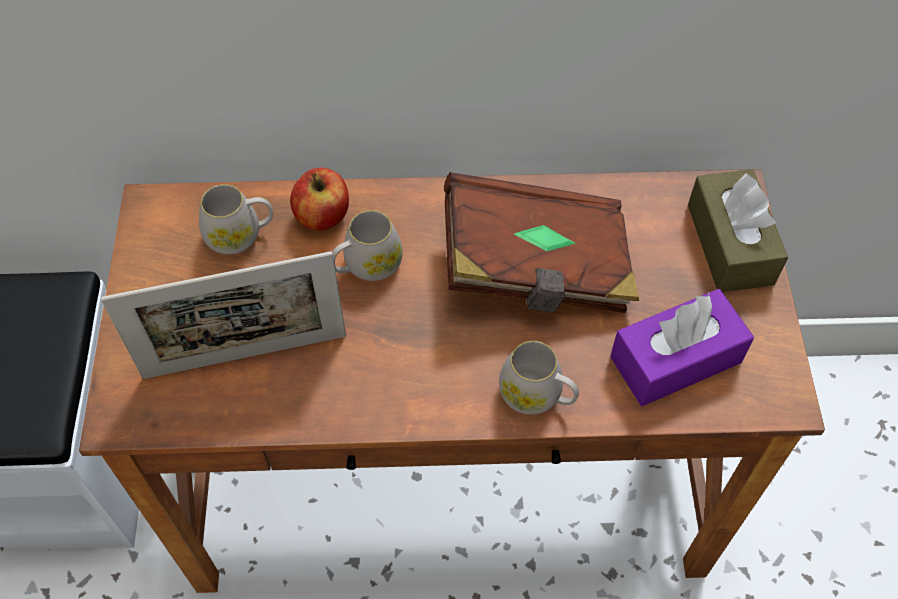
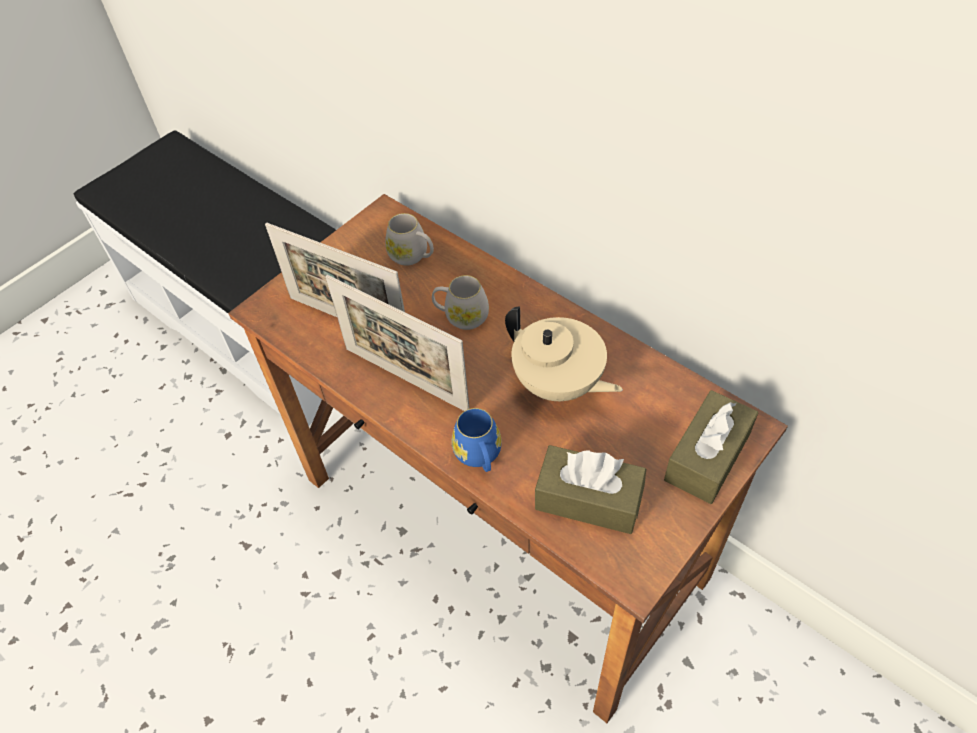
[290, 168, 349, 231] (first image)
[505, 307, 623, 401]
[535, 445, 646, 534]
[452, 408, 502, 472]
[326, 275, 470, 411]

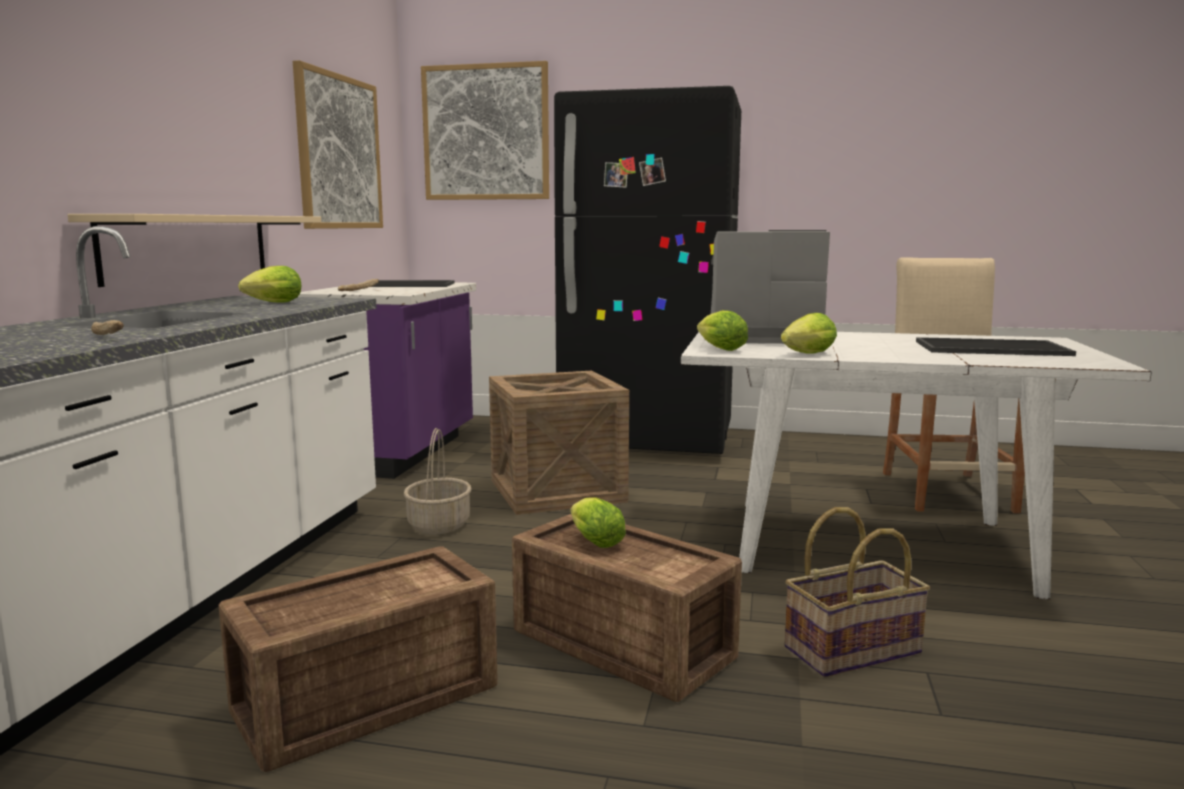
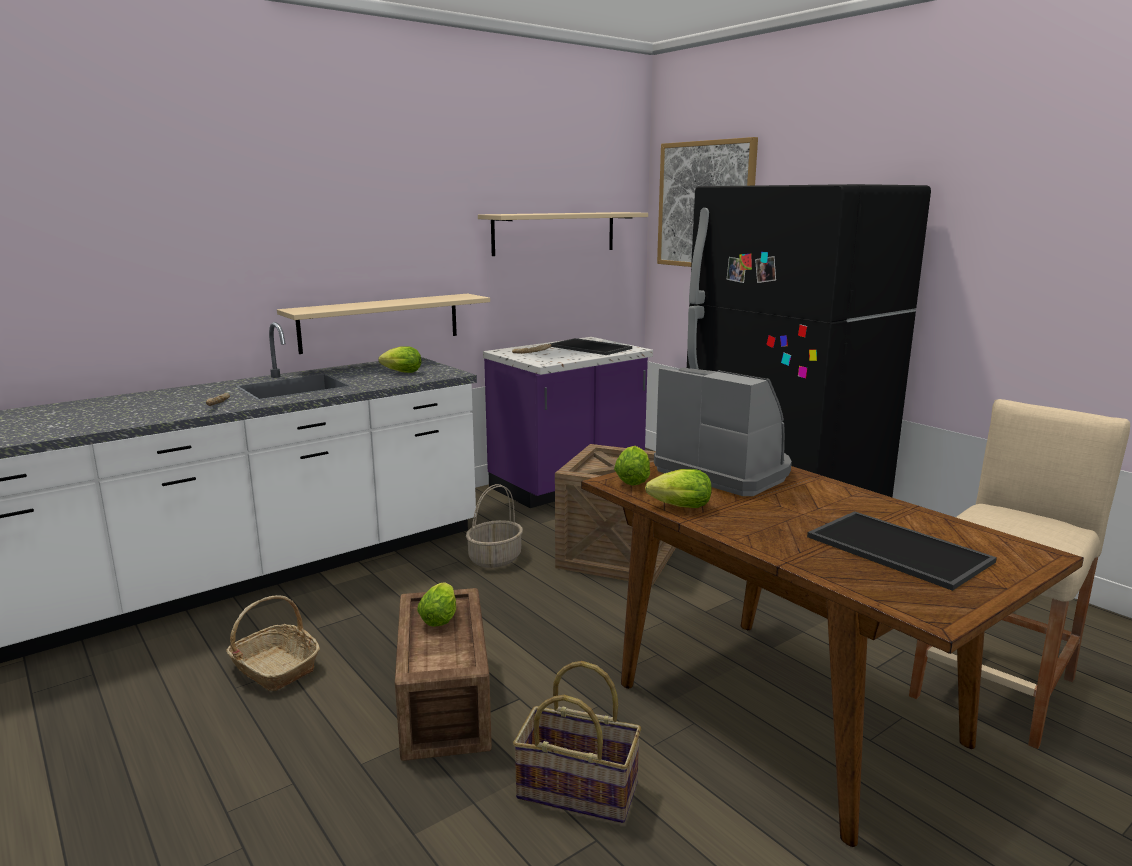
[478, 212, 648, 256]
[581, 462, 1084, 847]
[226, 595, 320, 691]

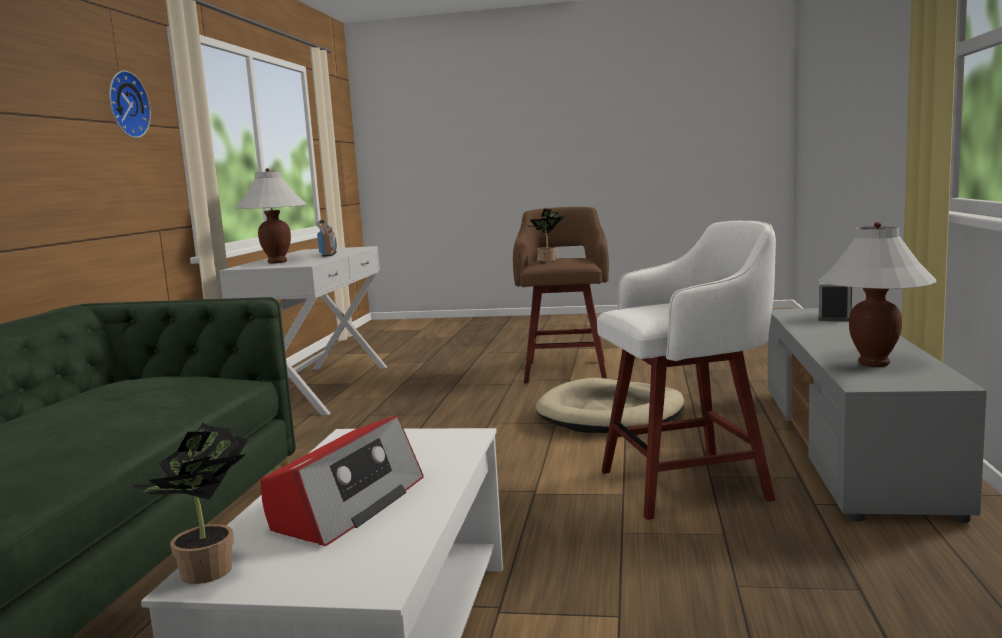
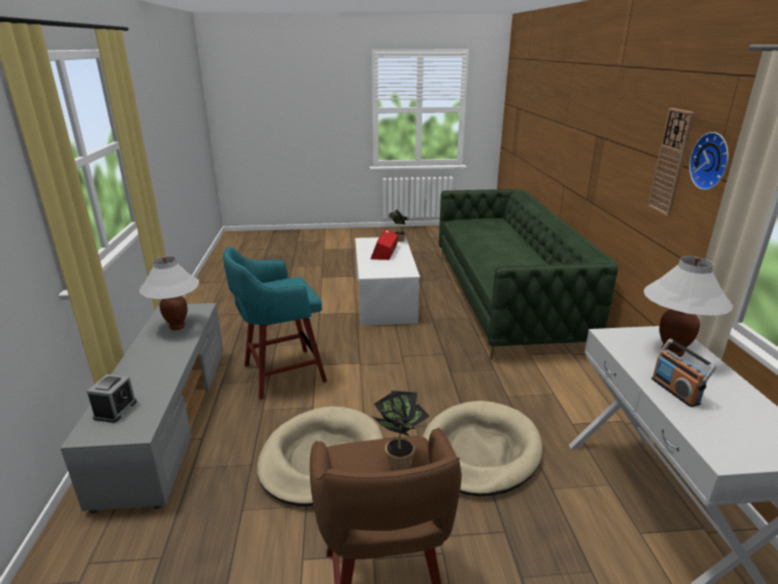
[223, 247, 327, 400]
[648, 108, 695, 216]
[423, 401, 543, 496]

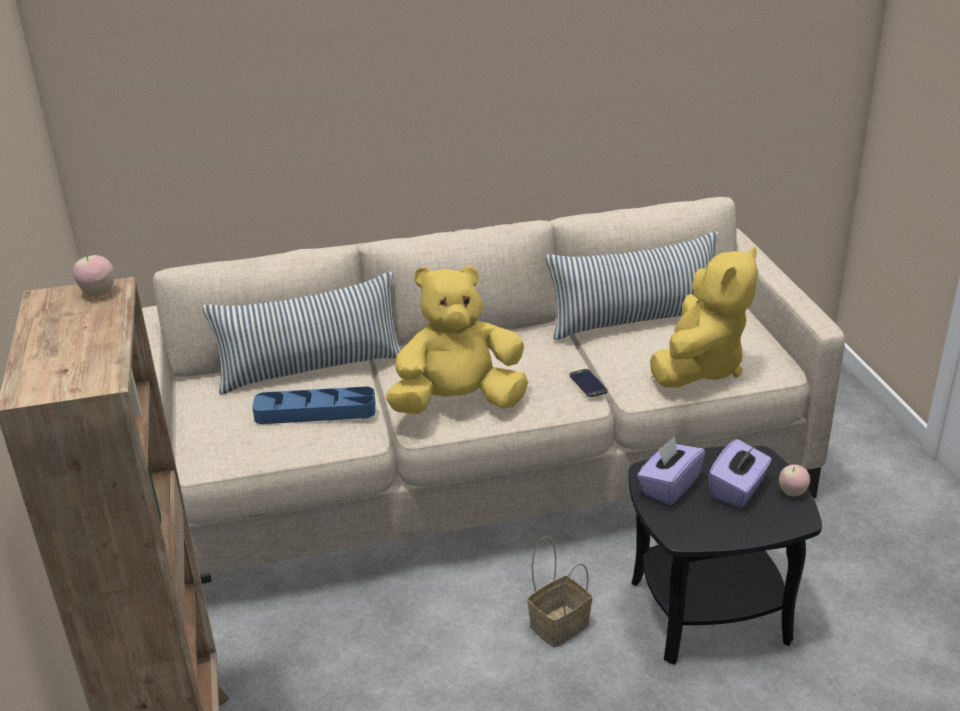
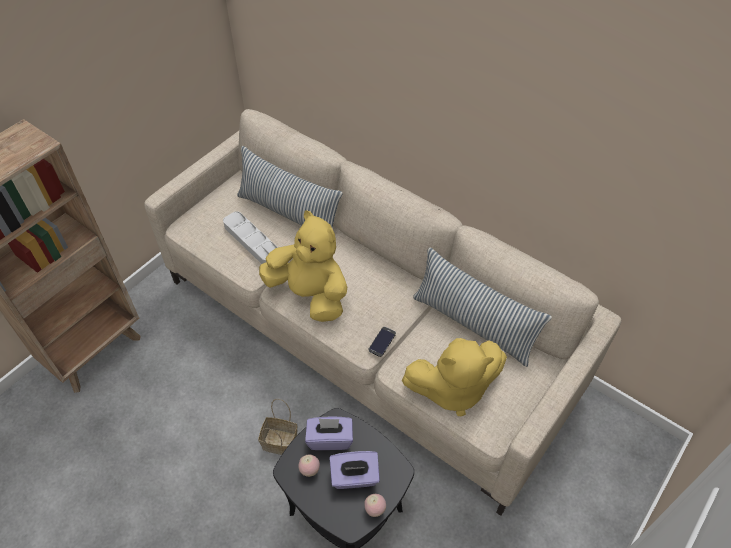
[298, 455, 320, 477]
[223, 211, 278, 264]

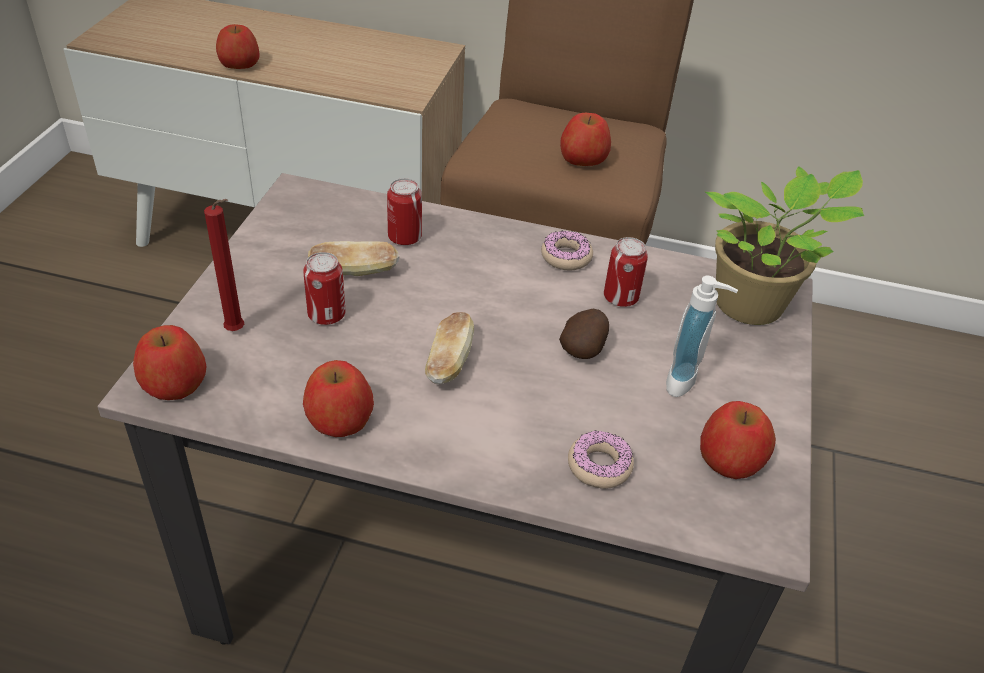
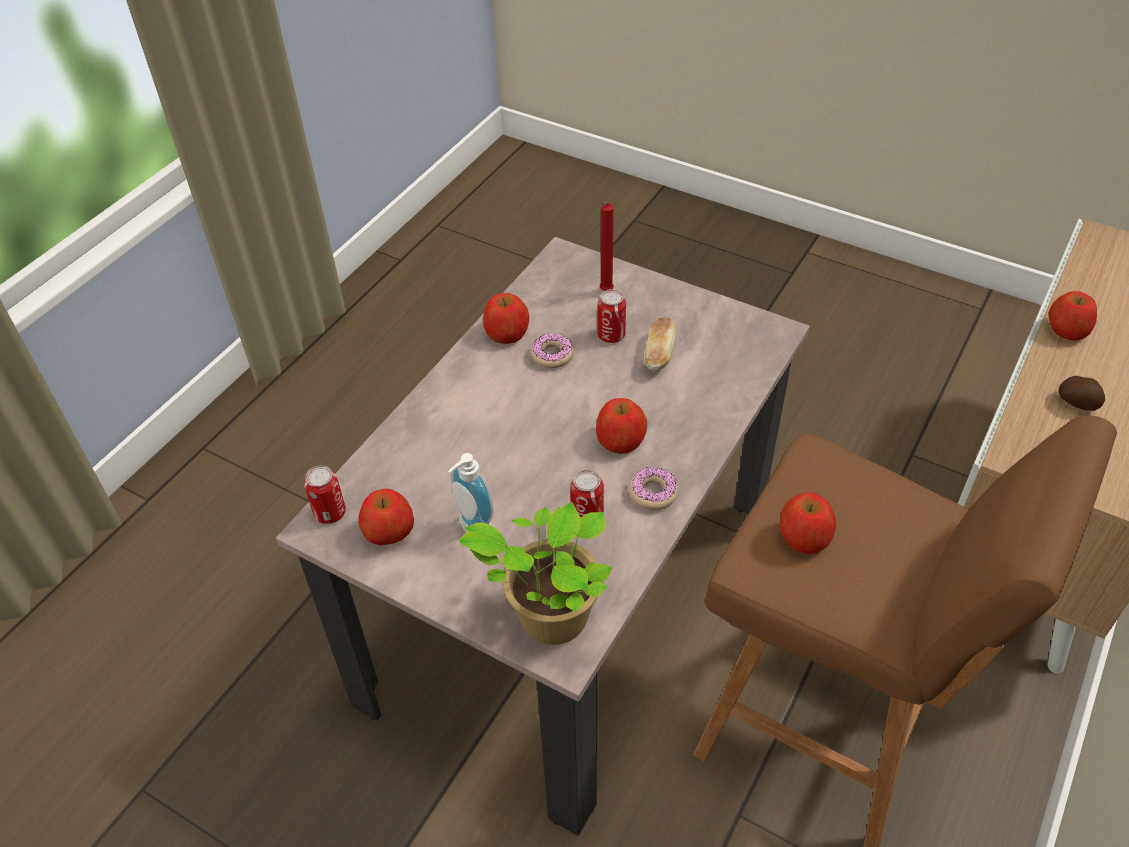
[304, 465, 346, 524]
[1059, 376, 1105, 411]
[425, 312, 474, 384] (first image)
[596, 398, 647, 454]
[530, 333, 574, 368]

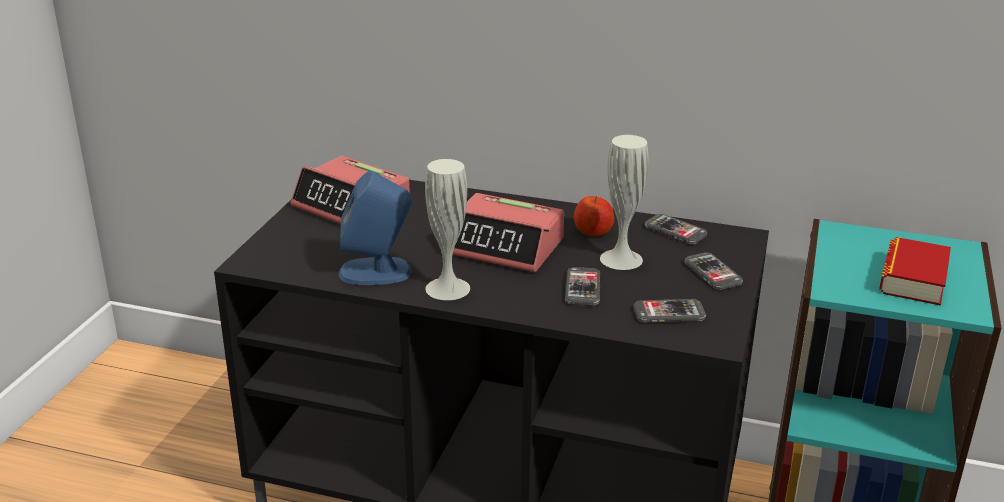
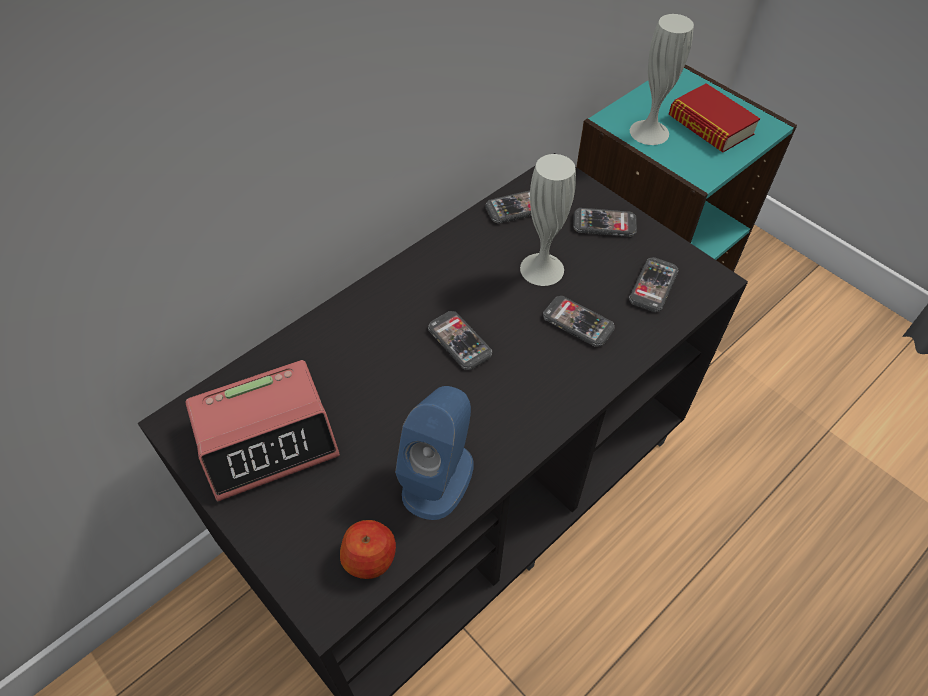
[630, 14, 694, 145]
[428, 311, 492, 370]
[340, 520, 396, 579]

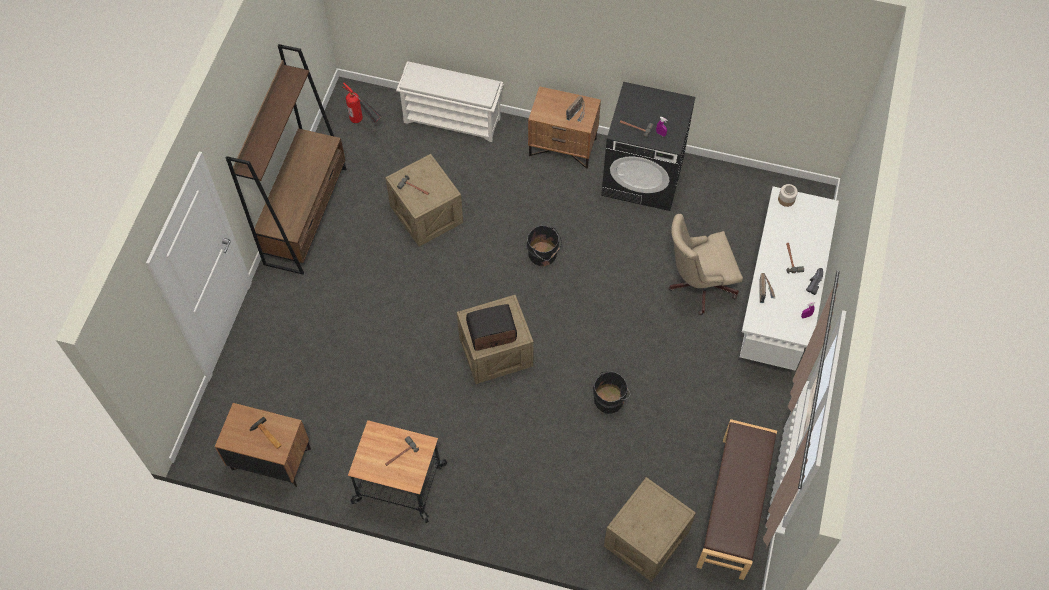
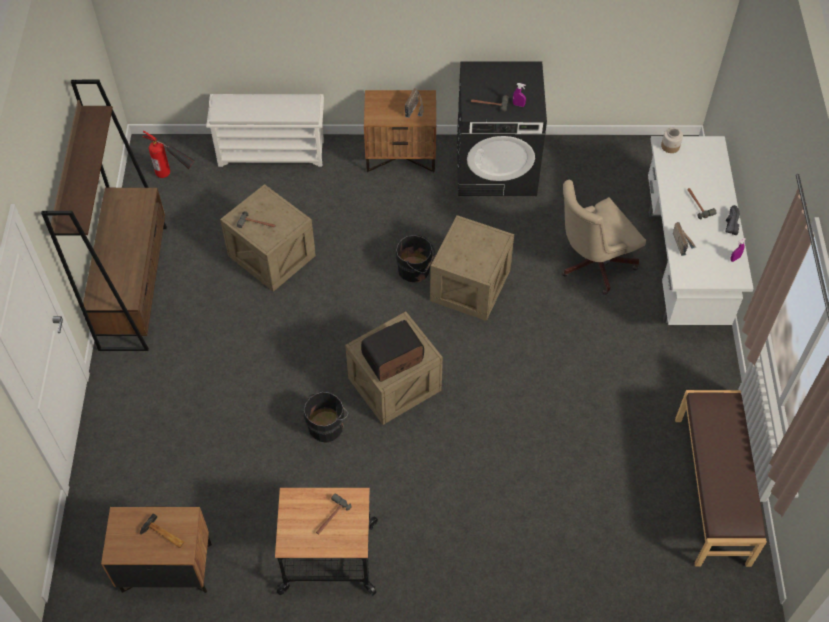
[304, 392, 348, 443]
[430, 215, 514, 321]

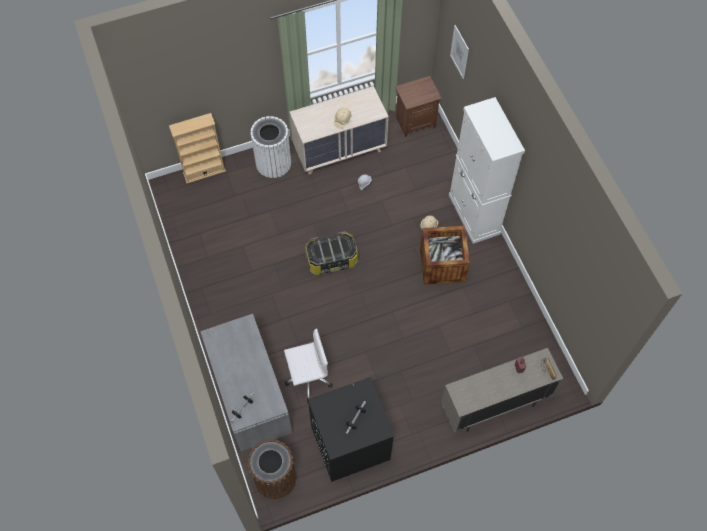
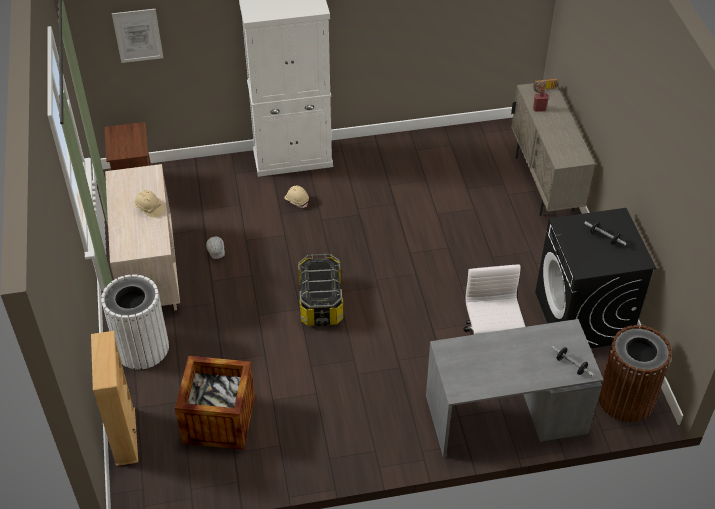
[175, 356, 255, 450]

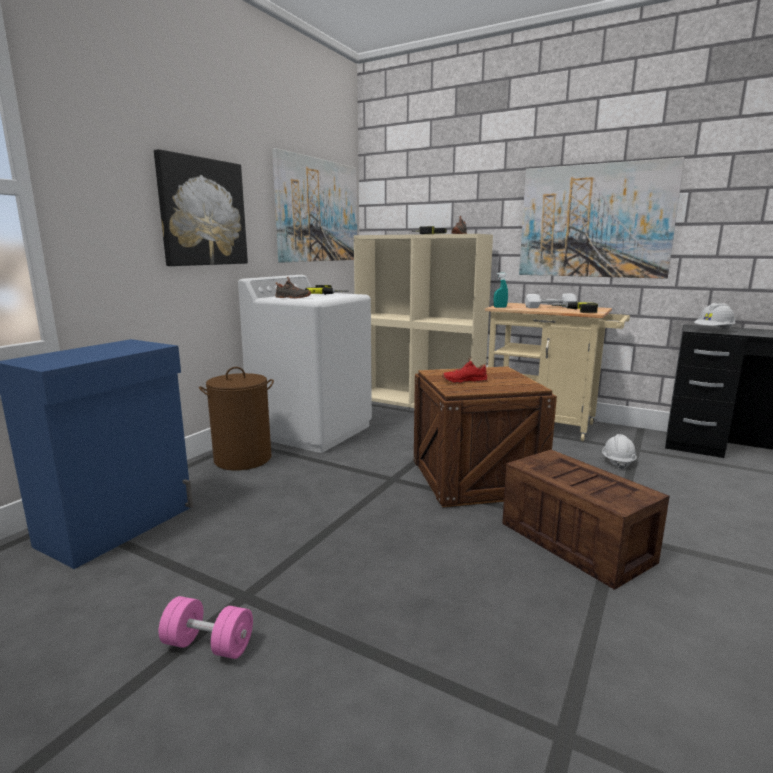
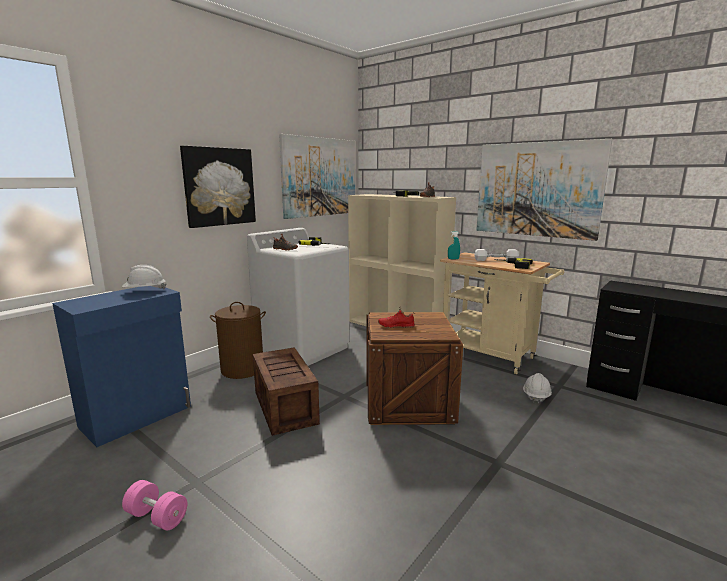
[122, 265, 166, 289]
[253, 347, 320, 436]

